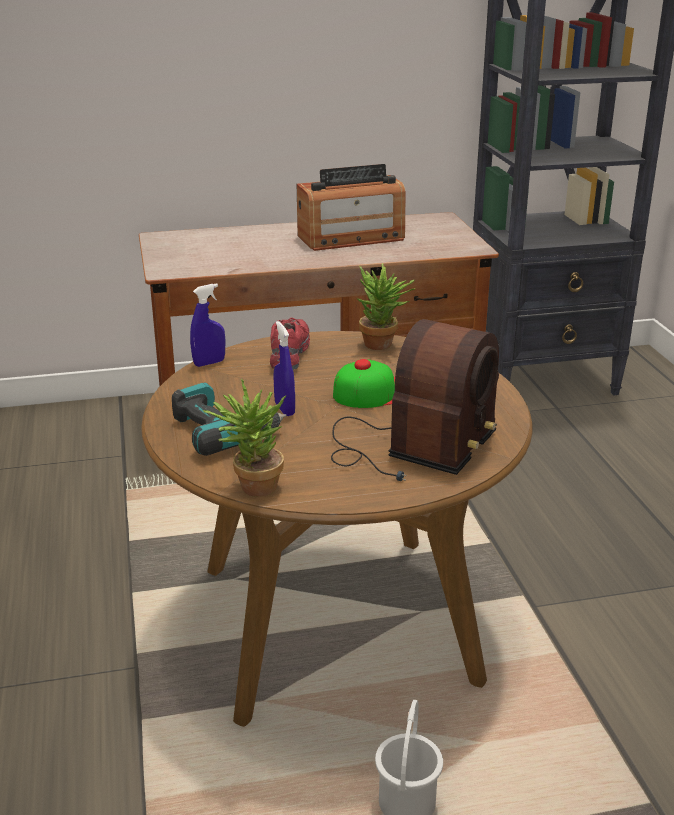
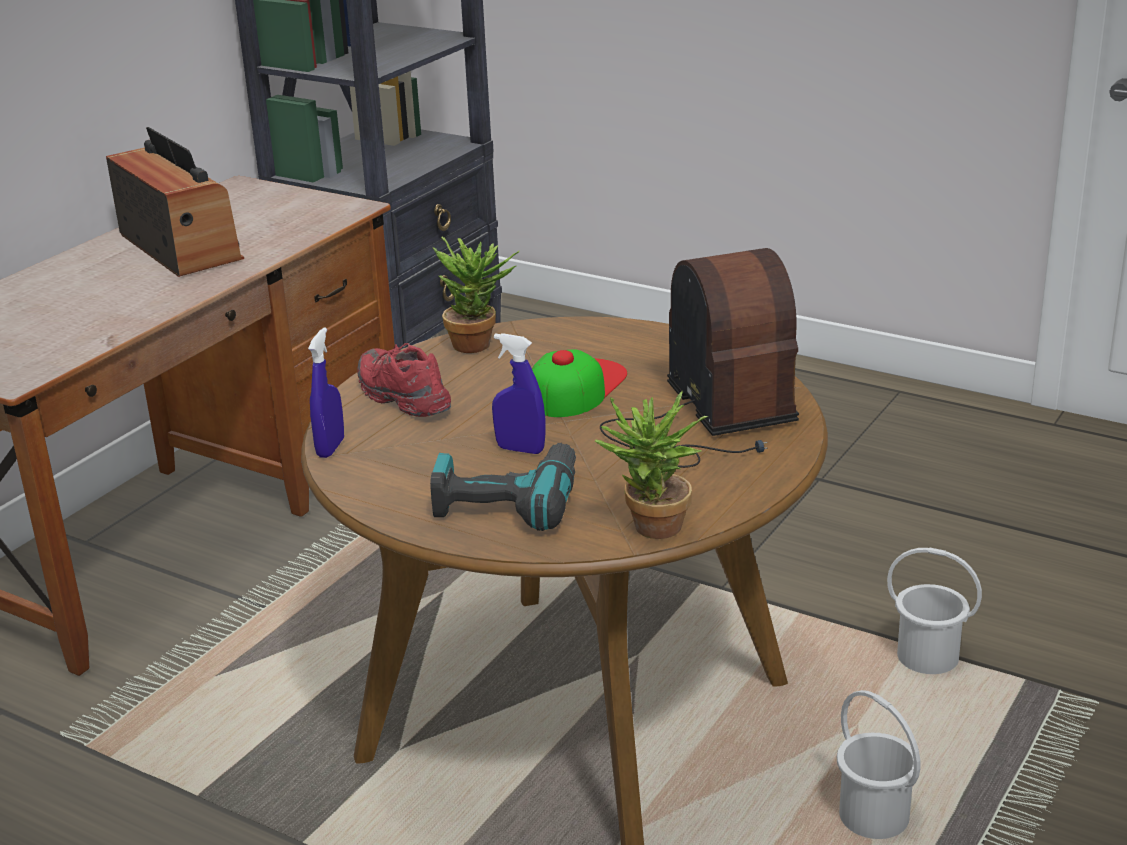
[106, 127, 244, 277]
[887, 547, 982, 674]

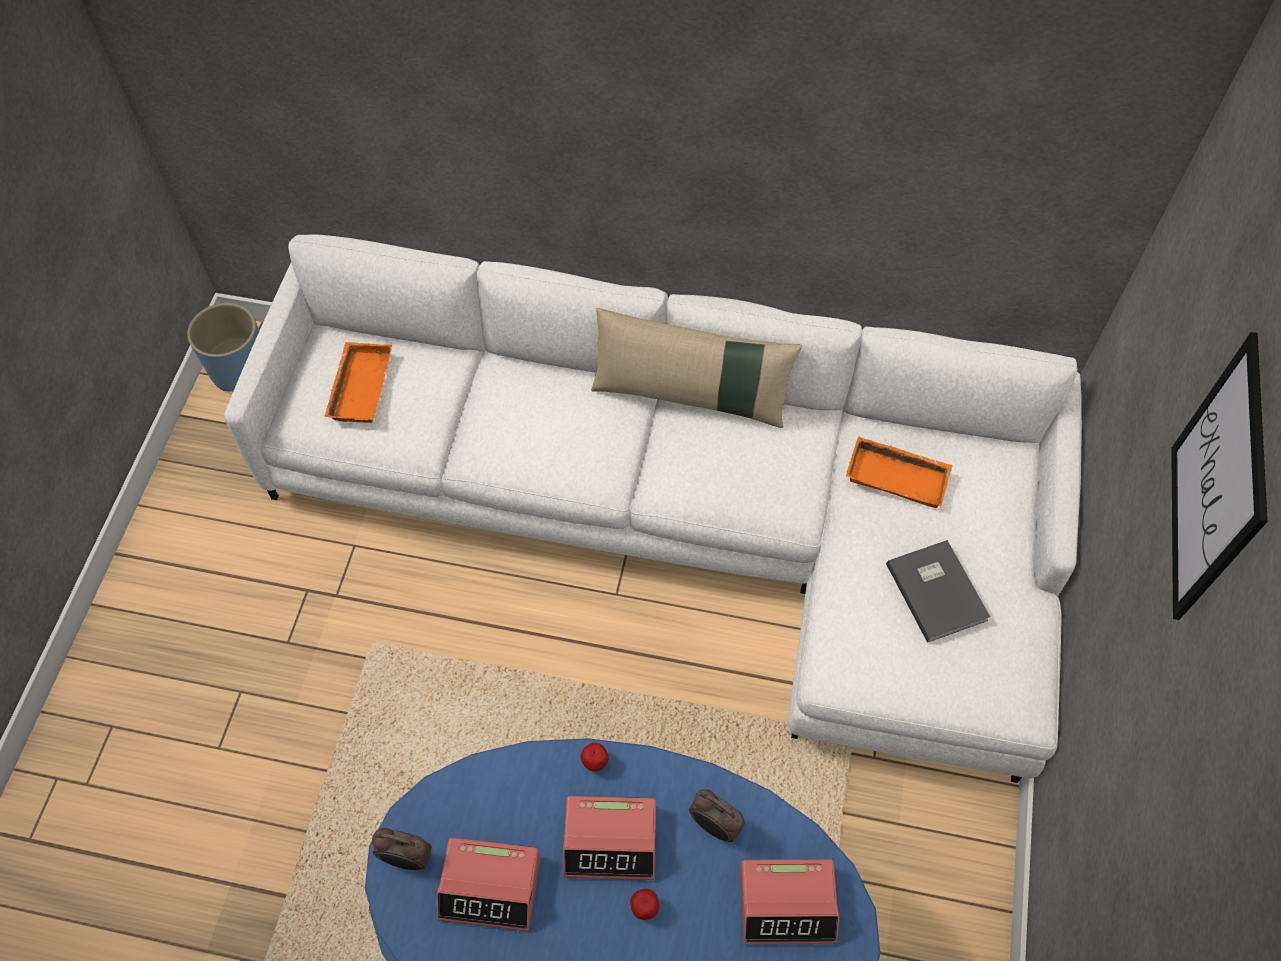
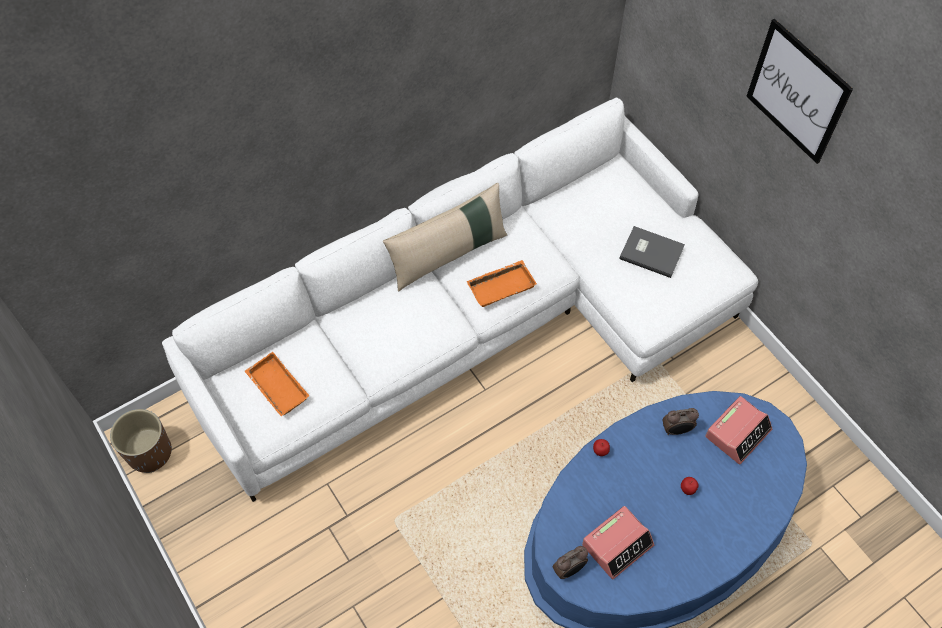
[110, 409, 172, 473]
[466, 260, 537, 307]
[563, 796, 656, 880] (first image)

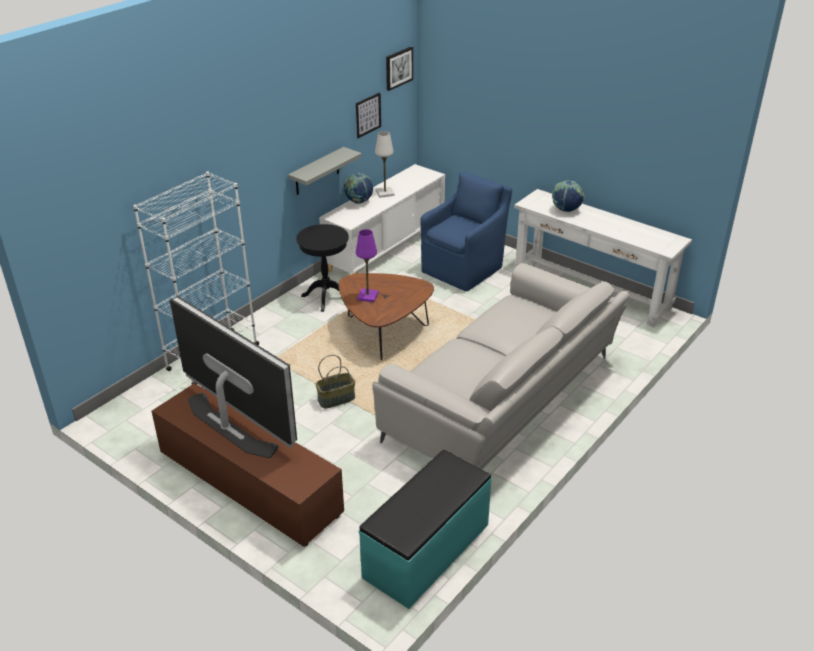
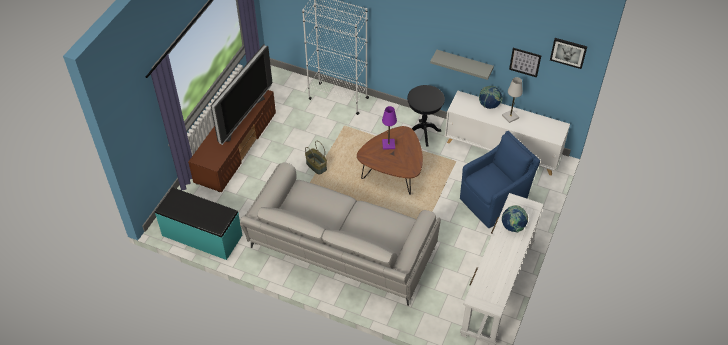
[460, 131, 540, 228]

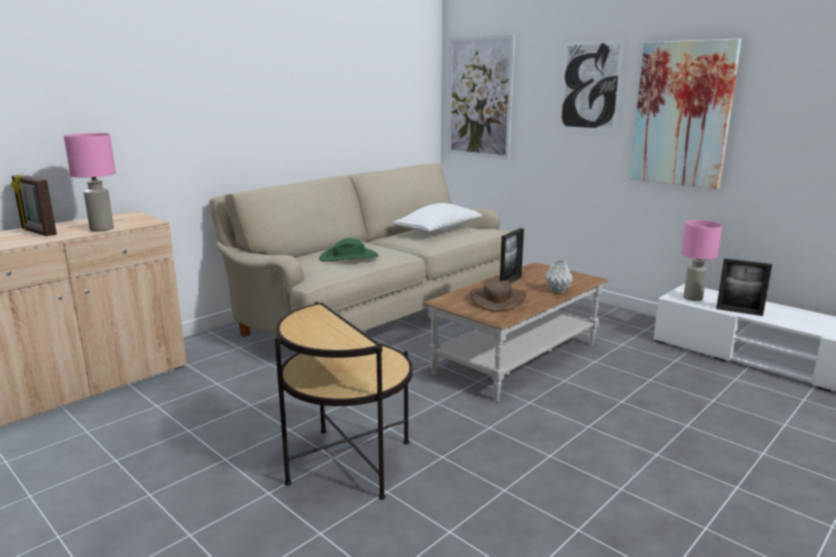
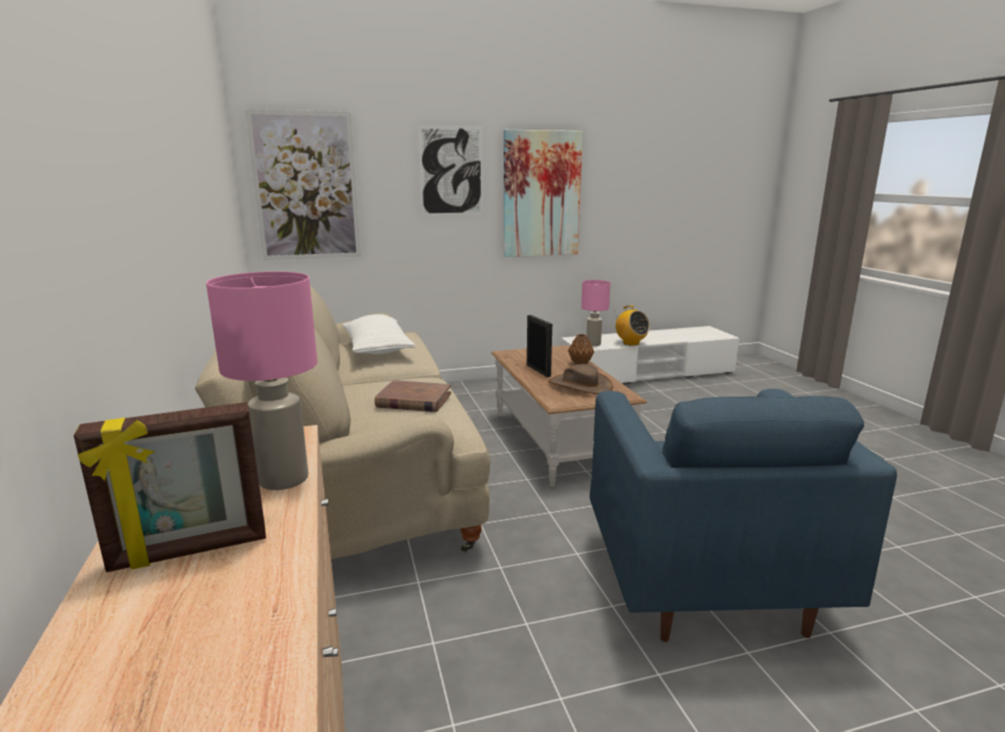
[374, 380, 451, 412]
[614, 305, 650, 346]
[568, 334, 594, 365]
[590, 389, 897, 642]

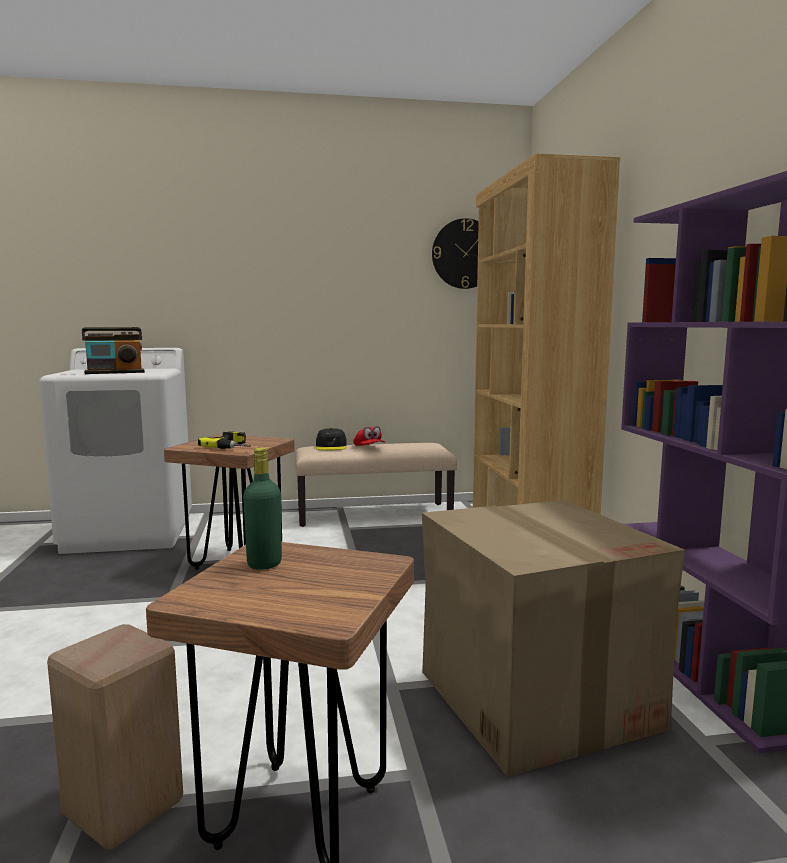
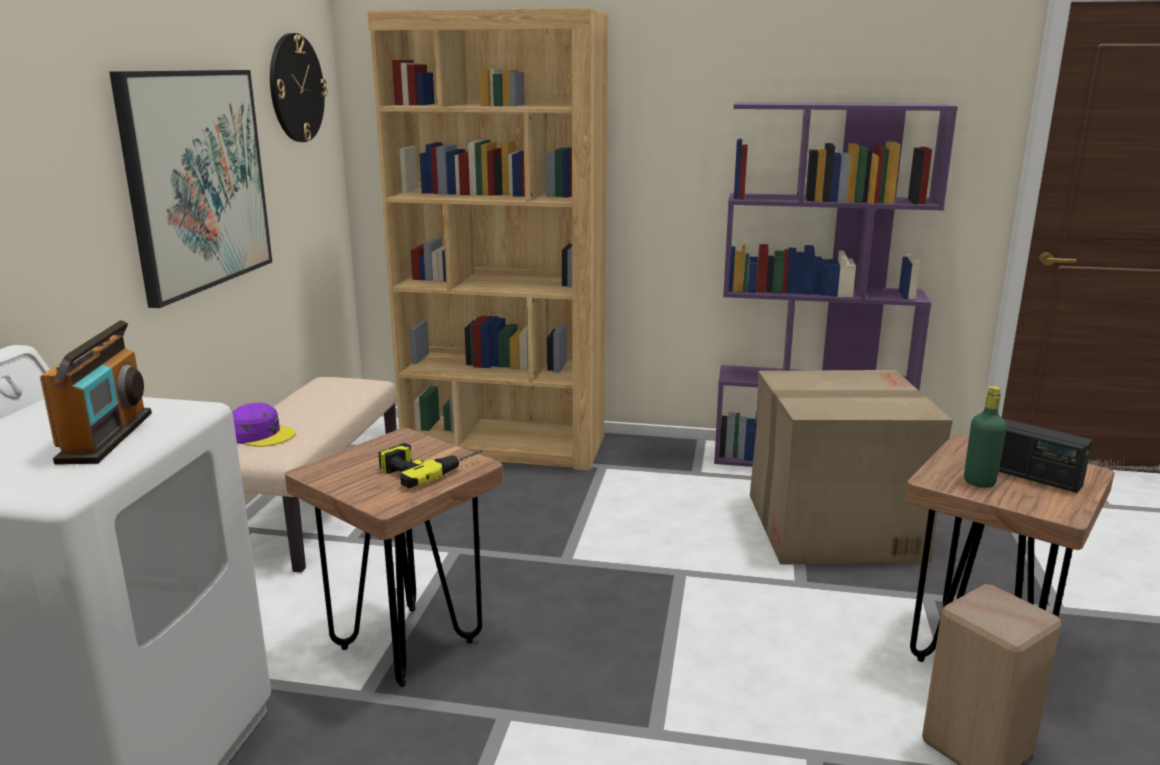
[353, 426, 385, 446] (first image)
[233, 403, 296, 447]
[109, 70, 272, 308]
[999, 419, 1092, 493]

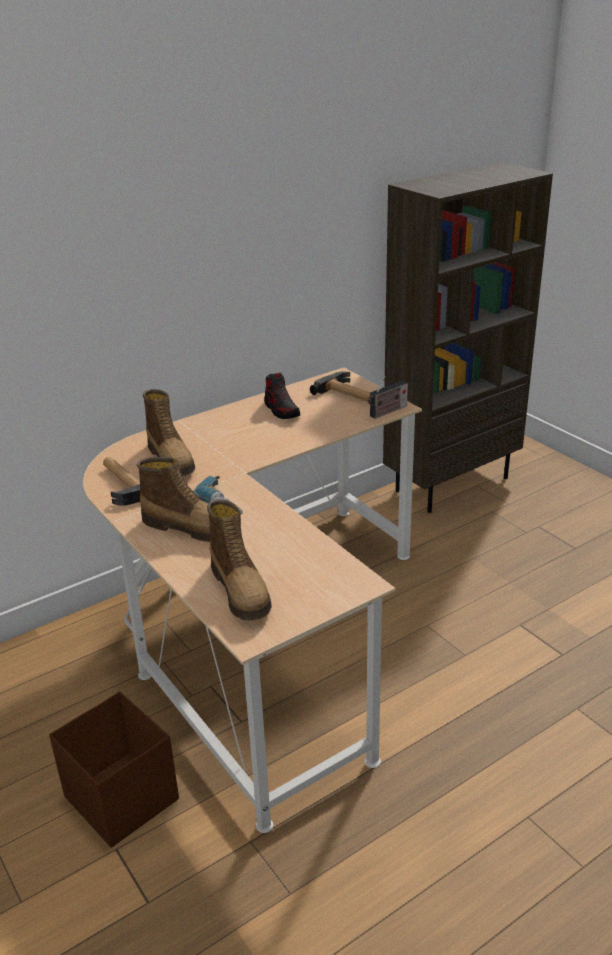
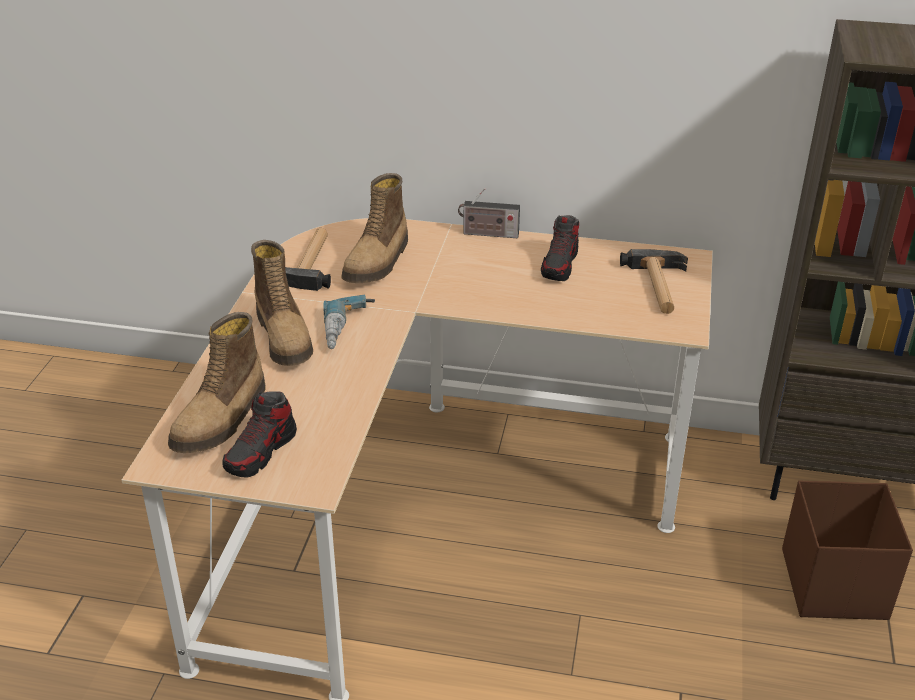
[458, 188, 520, 238]
[782, 480, 913, 620]
[223, 391, 297, 478]

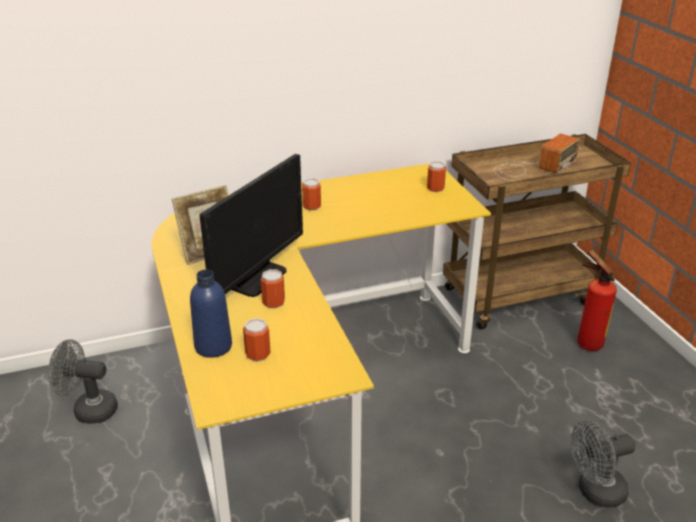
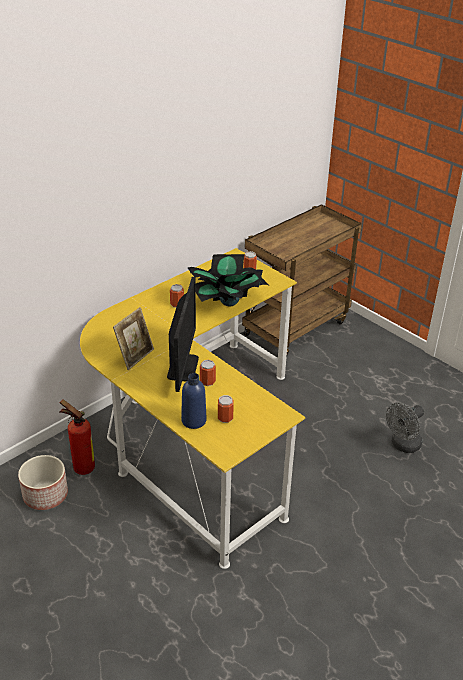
[494, 133, 580, 181] (first image)
[59, 399, 95, 475]
[18, 455, 68, 510]
[188, 254, 268, 306]

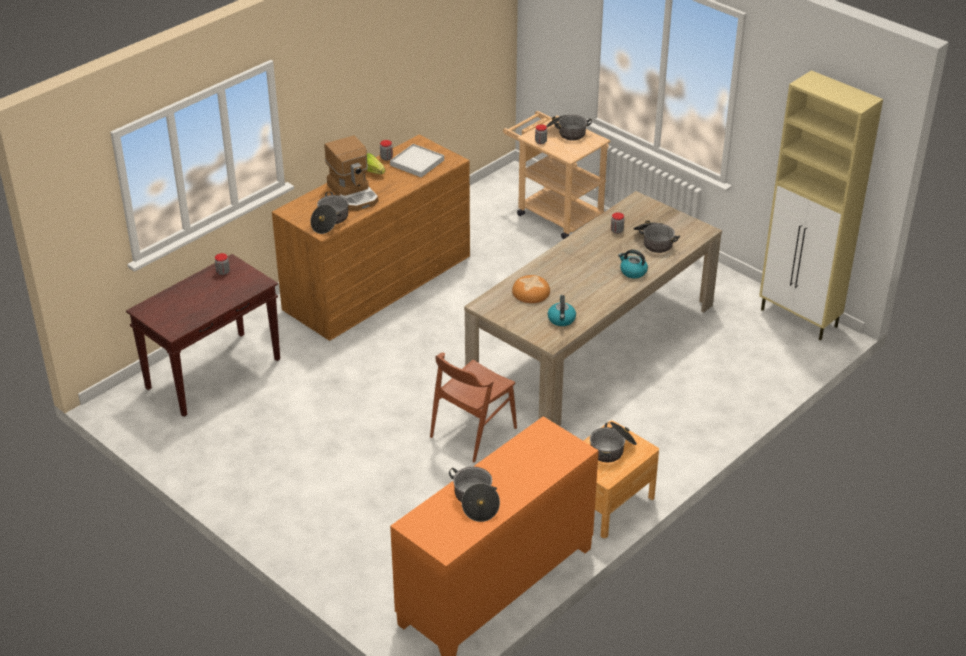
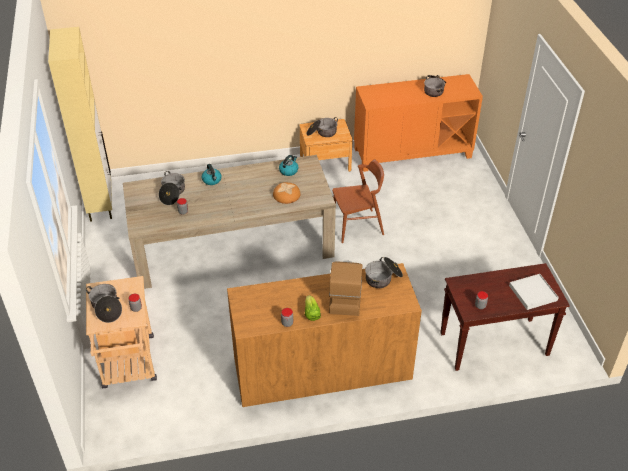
[509, 274, 559, 310]

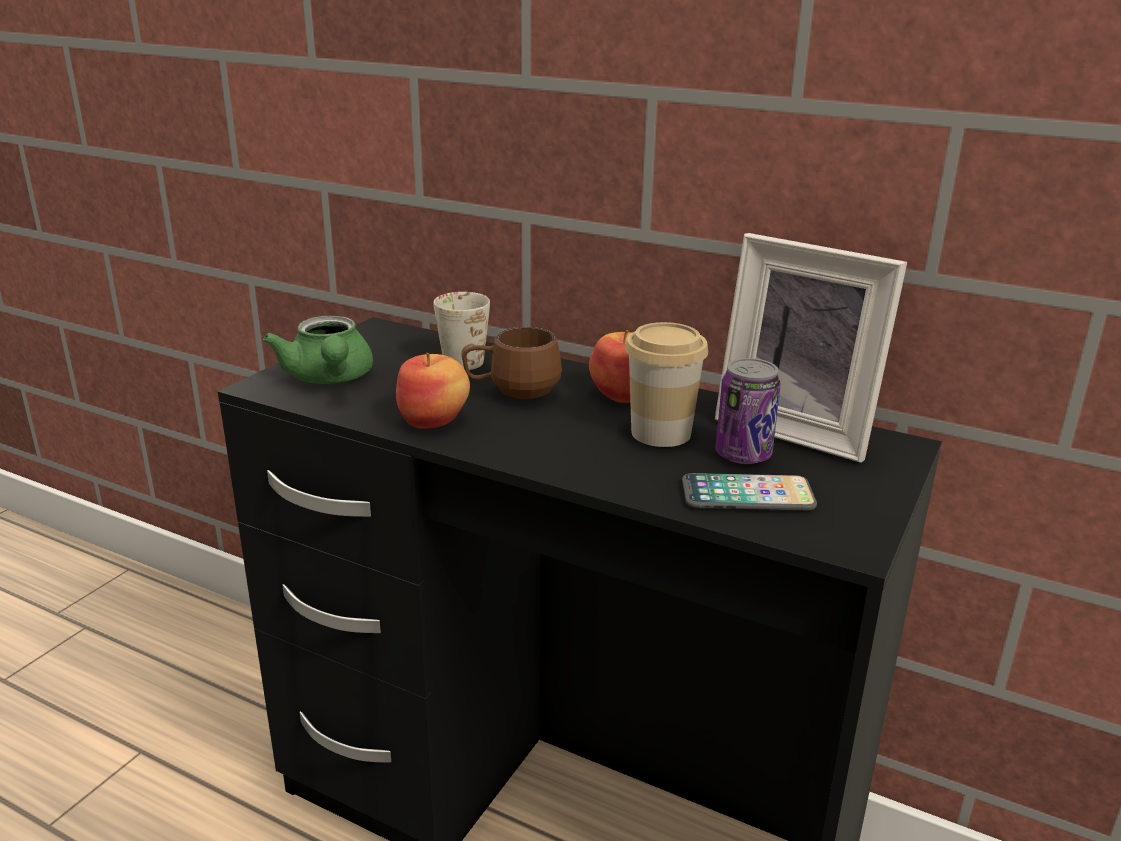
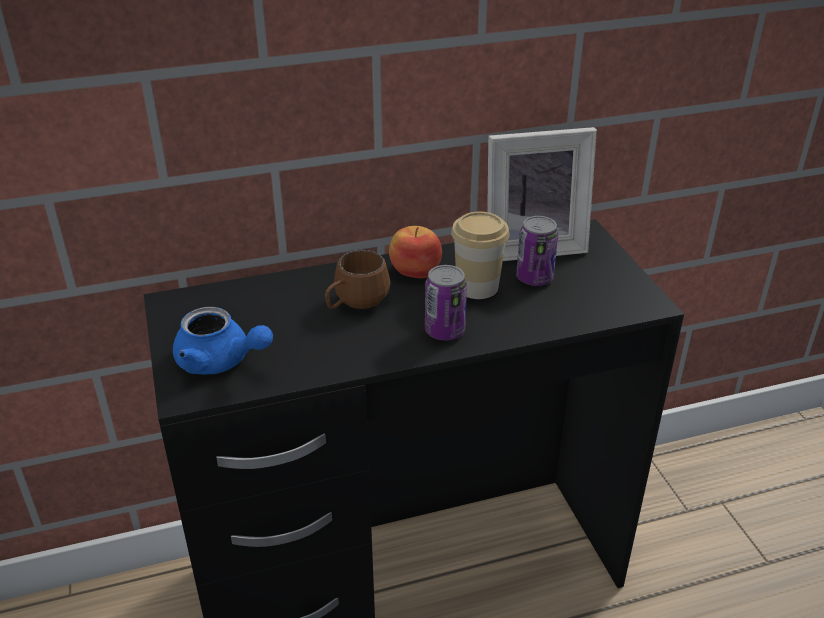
[433, 292, 490, 370] (first image)
[173, 307, 273, 374]
[396, 353, 470, 429] (first image)
[682, 473, 817, 510] (first image)
[425, 265, 467, 340]

